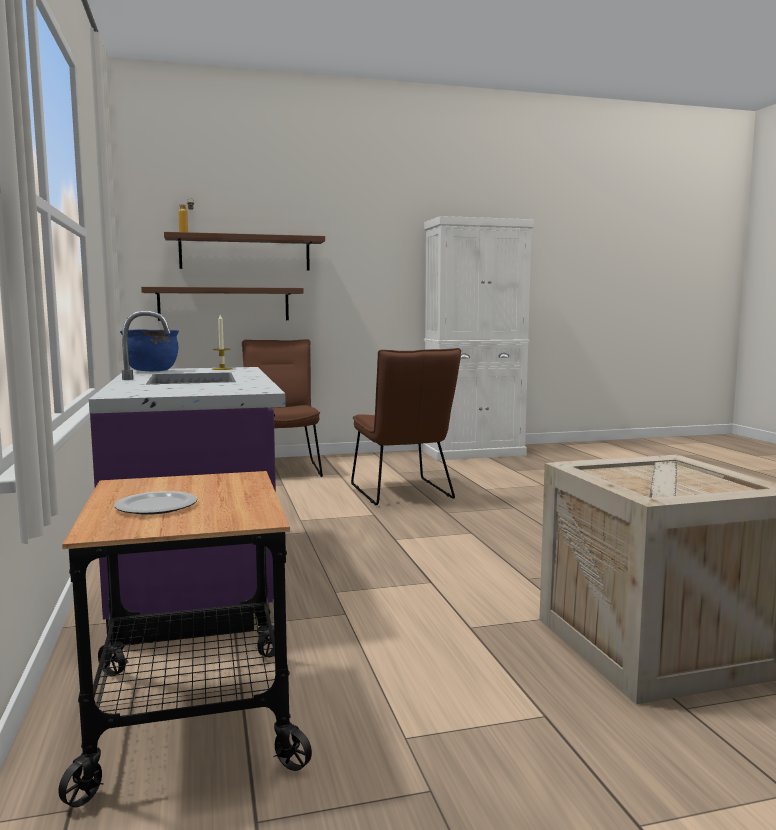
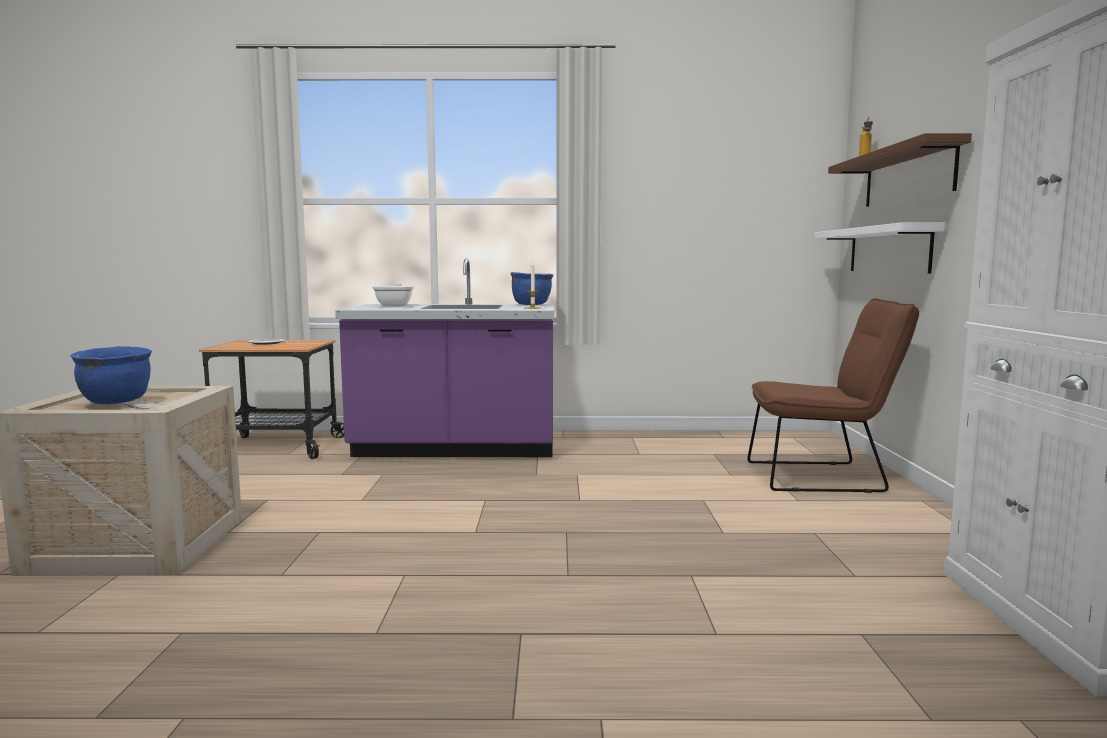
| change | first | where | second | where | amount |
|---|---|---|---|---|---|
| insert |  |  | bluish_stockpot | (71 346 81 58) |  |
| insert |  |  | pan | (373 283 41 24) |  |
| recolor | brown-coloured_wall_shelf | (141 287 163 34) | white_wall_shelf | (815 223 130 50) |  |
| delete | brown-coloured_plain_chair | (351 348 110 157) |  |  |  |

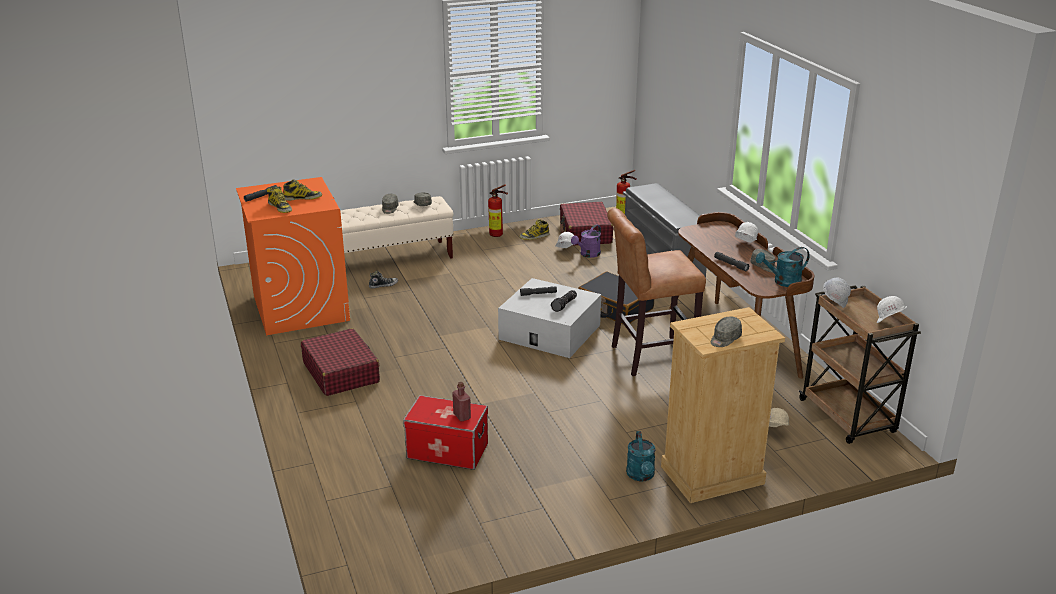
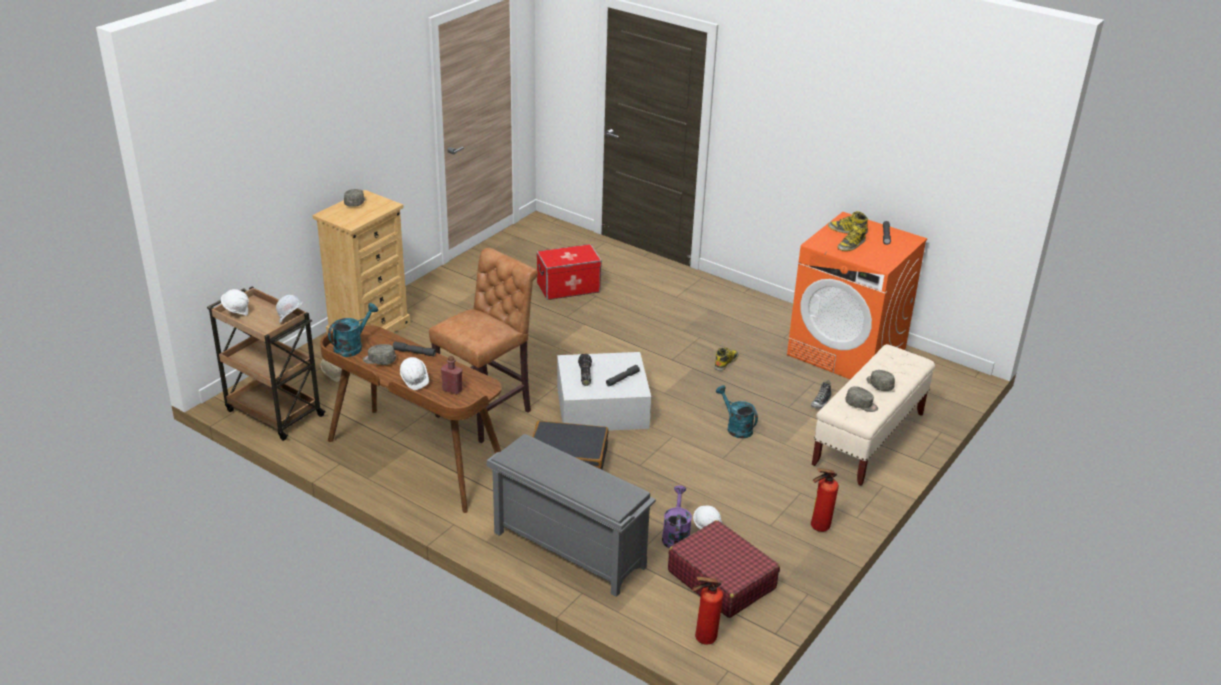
| change | first | where | second | where | amount |
|---|---|---|---|---|---|
| move | reddish_beverage_bottle | (452 382 19 40) |  | (441 356 21 39) |  |
| move | boot | (519 219 30 21) |  | (714 348 25 23) |  |
| move | turquoise-coloured_watering_pot | (626 431 30 50) |  | (716 385 42 54) |  |
| delete | reddish_piece_of_luggage | (301 328 79 68) |  |  |  |

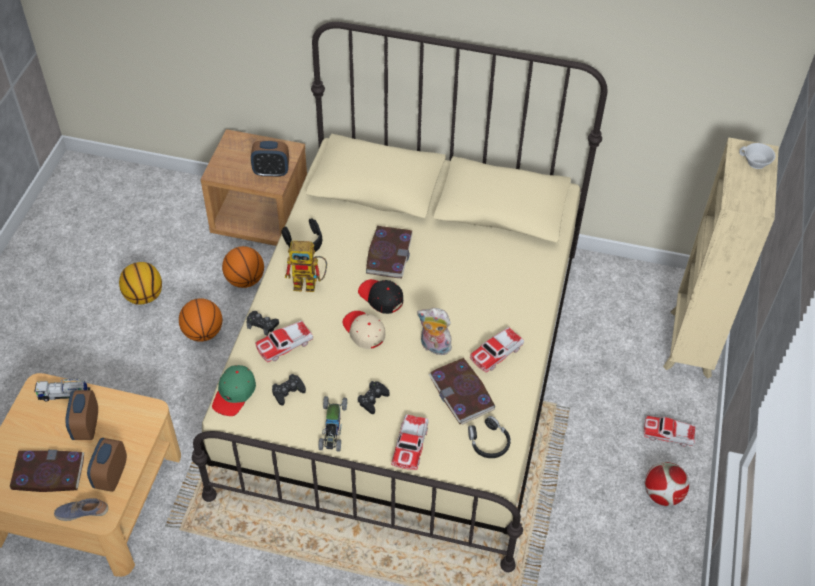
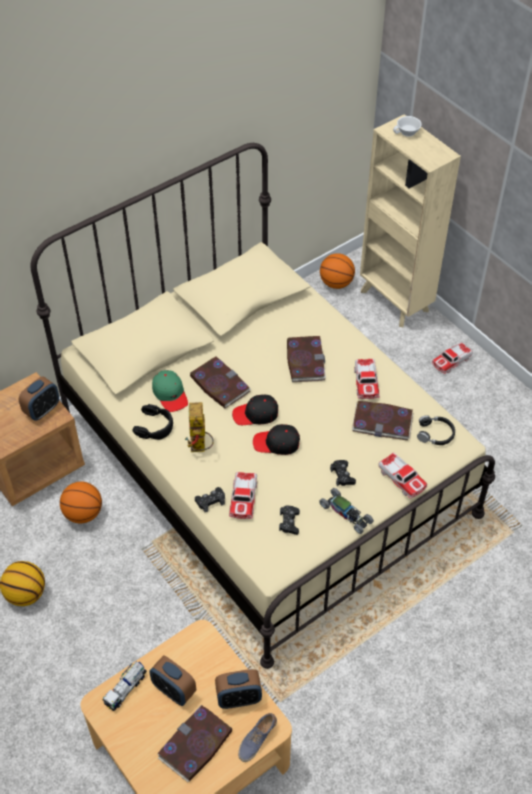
| change | first | where | second | where | amount |
|---|---|---|---|---|---|
| move | green_cap | (212 365 44 51) |  | (152 370 36 42) |  |
| rotate | robot_figure | (285 241 42 51) |  | (185 402 29 50) | 135 degrees clockwise |
| rotate | alarm_clock | (87 438 40 54) |  | (215 669 47 40) | 60 degrees counterclockwise |
| recolor | sand-coloured_cap | (343 311 42 38) | black-coloured_cap | (253 424 47 31) |  |
| insert |  |  | bound_book | (287 336 39 46) |  |
| move | basketball | (179 298 43 44) |  | (320 253 35 36) |  |
| delete | cuddly_toy | (417 308 35 47) |  |  |  |
| delete | ball_for_football | (645 462 44 44) |  |  |  |

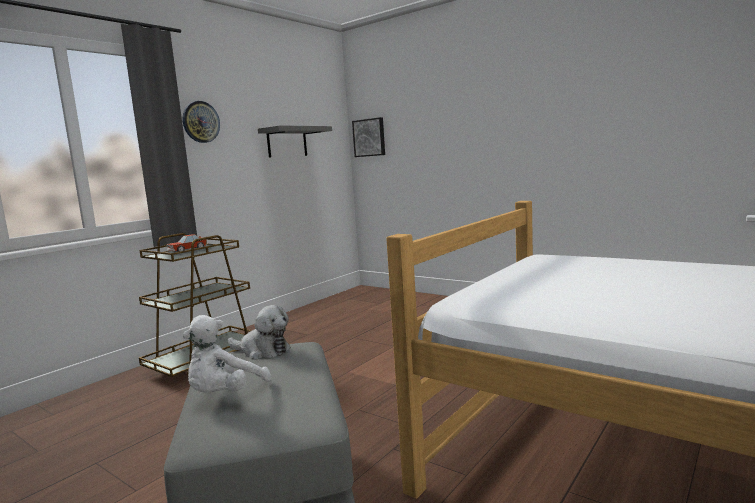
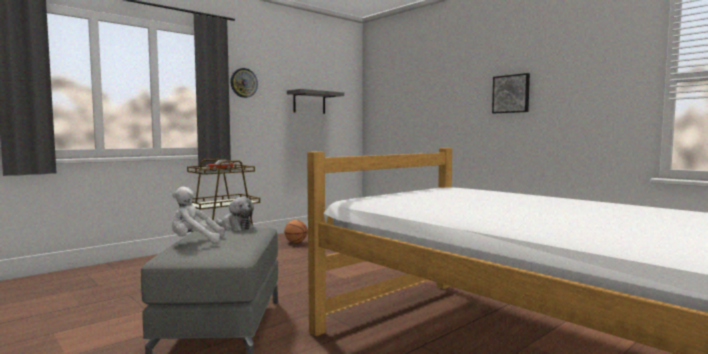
| change | first | where | second | where | amount |
|---|---|---|---|---|---|
| rotate | white_cuddly_toy | (183 315 88 78) |  | (172 187 53 56) | 45 degrees clockwise |
| insert |  |  | basketball | (284 220 24 23) |  |
| move | wall_art | (352 117 33 40) |  | (492 73 38 40) |  |

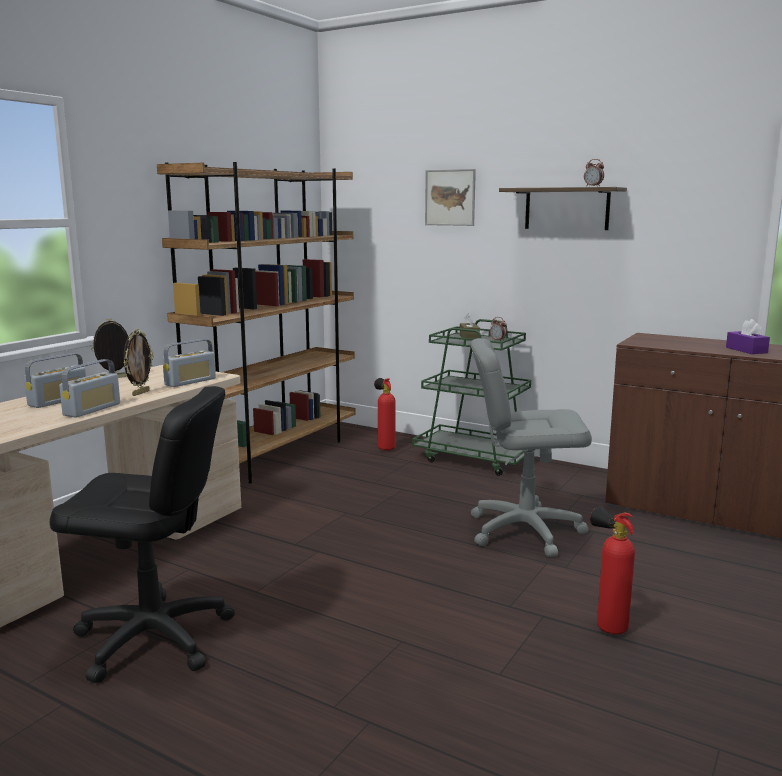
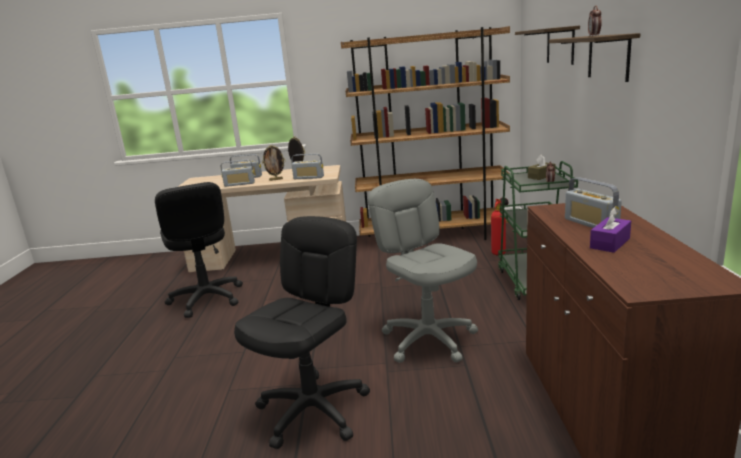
| change | first | where | second | where | amount |
|---|---|---|---|---|---|
| replace | fire-fighting_cylinder | (590 506 45 129) | black-coloured_desk_chair | (234 216 136 233) |  |
| replace | wall_art | (425 169 51 57) | wall_shelf | (515 25 65 40) |  |
| insert |  |  | radio | (565 177 57 51) |  |

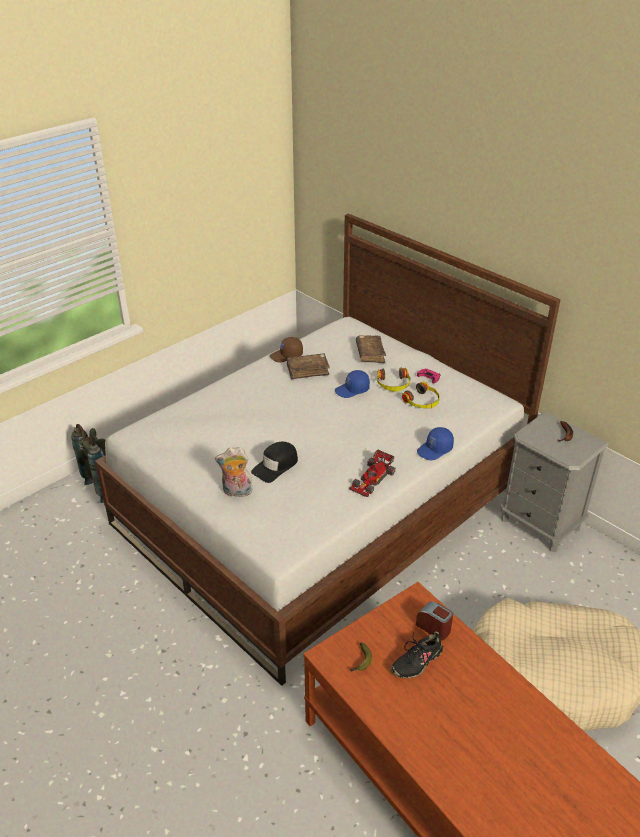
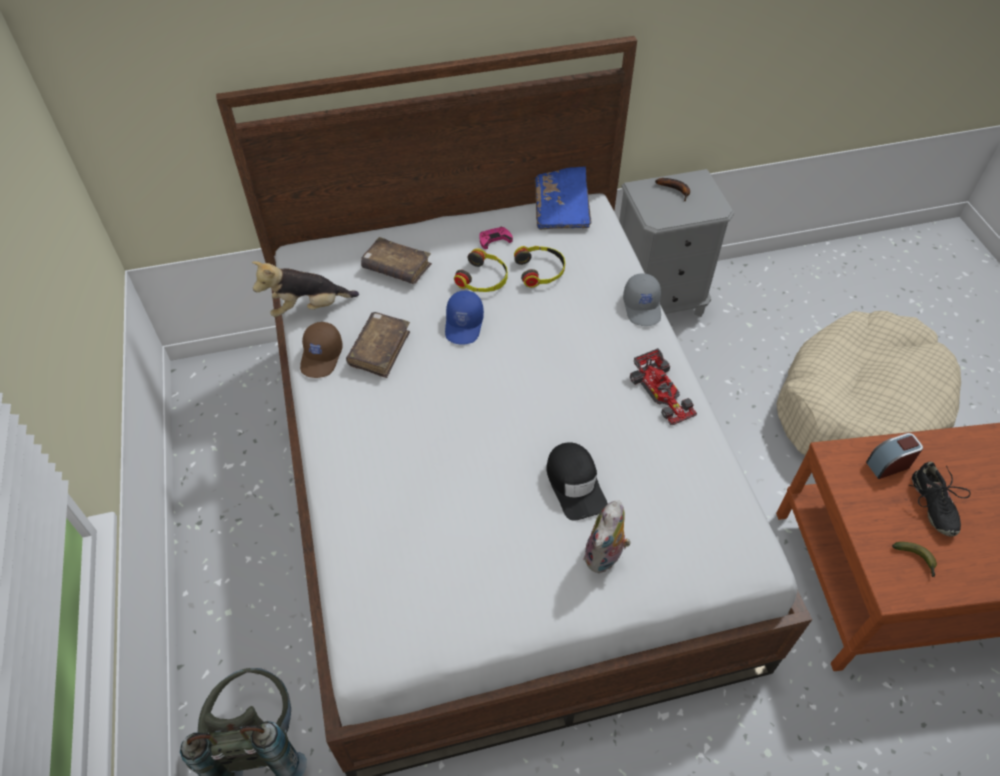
| change | first | where | second | where | amount |
|---|---|---|---|---|---|
| insert |  |  | cuddly_toy | (252 261 107 56) |  |
| insert |  |  | bluish_bound_book | (535 166 57 64) |  |
| recolor | bluish_cap | (417 427 37 33) | grey_cap | (623 273 38 53) |  |

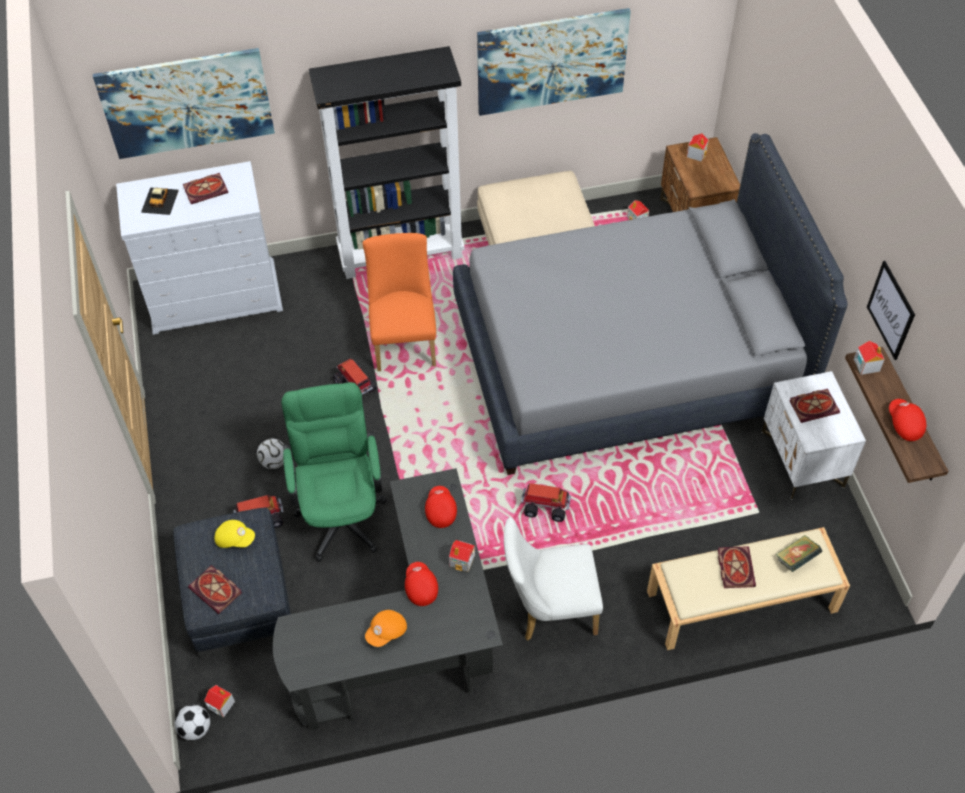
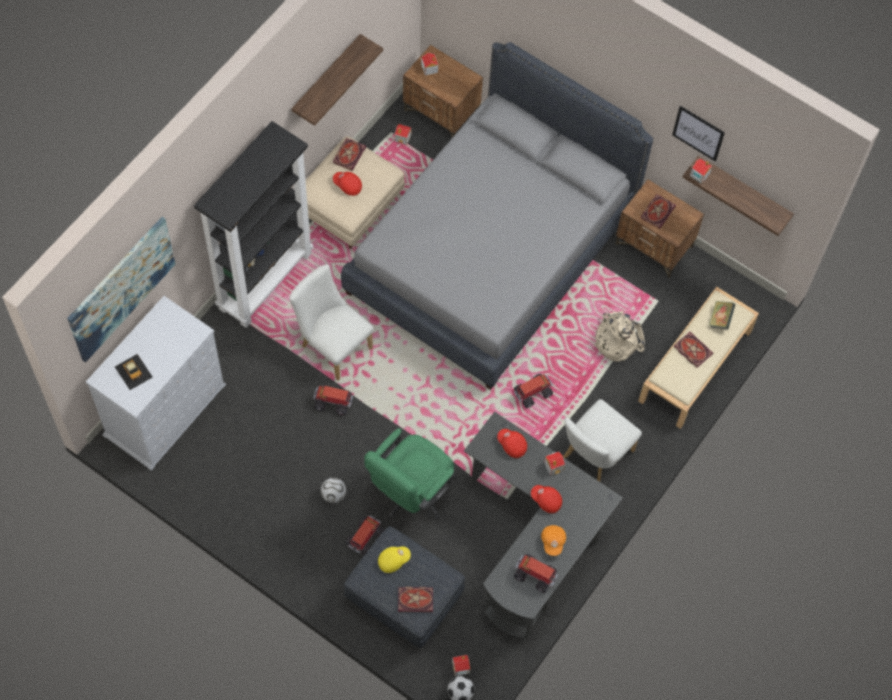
| change | first | where | second | where | amount |
|---|---|---|---|---|---|
| recolor | orangey_plain_chair | (363 233 73 138) | white_plain_chair | (289 264 85 117) |  |
| replace | wall_art | (477 8 154 108) | wall_shelf | (291 34 92 92) |  |
| move | bound_book | (183 173 45 31) |  | (333 138 33 33) |  |
| move | reddish_cap | (889 399 37 42) |  | (333 172 29 24) |  |
| rotate | green_desk_chair | (281 382 106 180) |  | (364 428 93 92) | 90 degrees counterclockwise |
| insert |  |  | model_truck | (514 554 44 39) |  |
| insert |  |  | sand-coloured_backpack | (593 311 52 51) |  |
| recolor | white_nightstand | (762 371 104 128) | brown-coloured_nightstand | (615 180 89 98) |  |

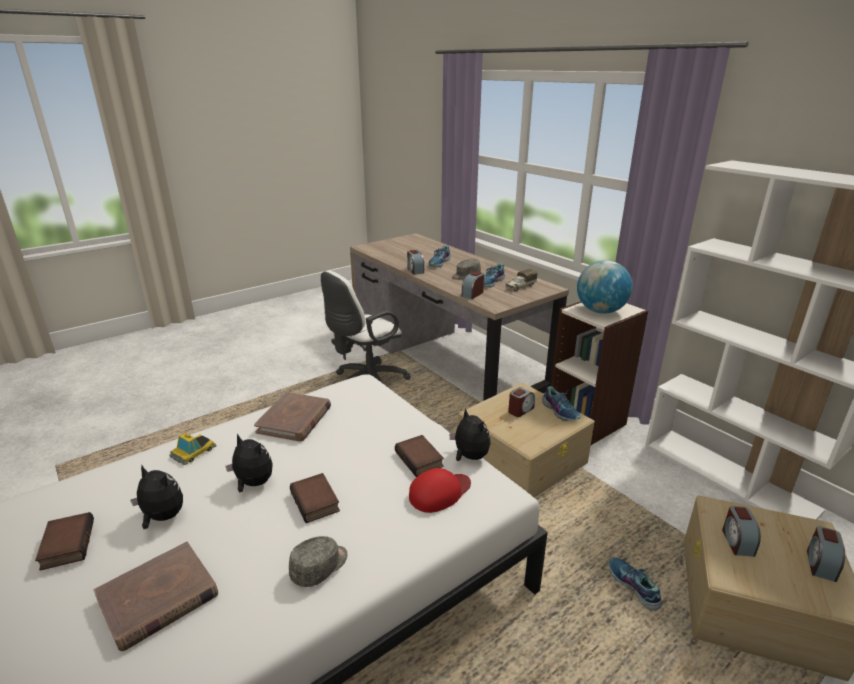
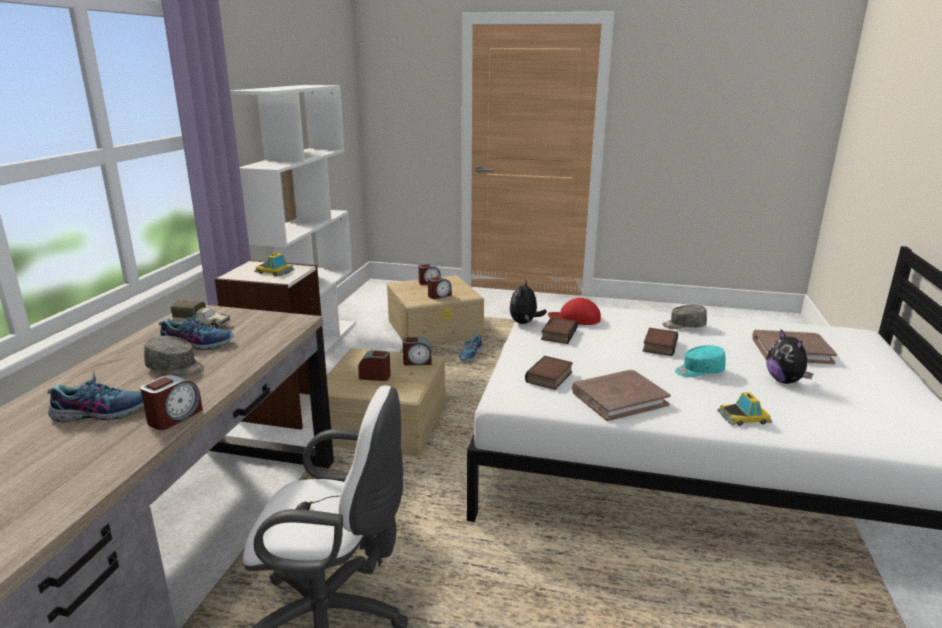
| change | first | where | second | where | amount |
|---|---|---|---|---|---|
| replace | desk_globe | (577 260 56 54) | miniature_car | (254 252 41 24) |  |
| move | alarm_clock | (462 271 22 28) |  | (403 337 29 28) |  |
| move | bound_book | (35 512 59 59) |  | (525 356 48 34) |  |
| replace | cuddly_toy | (226 434 47 59) | turquoise-coloured_cap | (675 345 51 32) |  |
| delete | shoe | (542 386 39 35) |  |  |  |

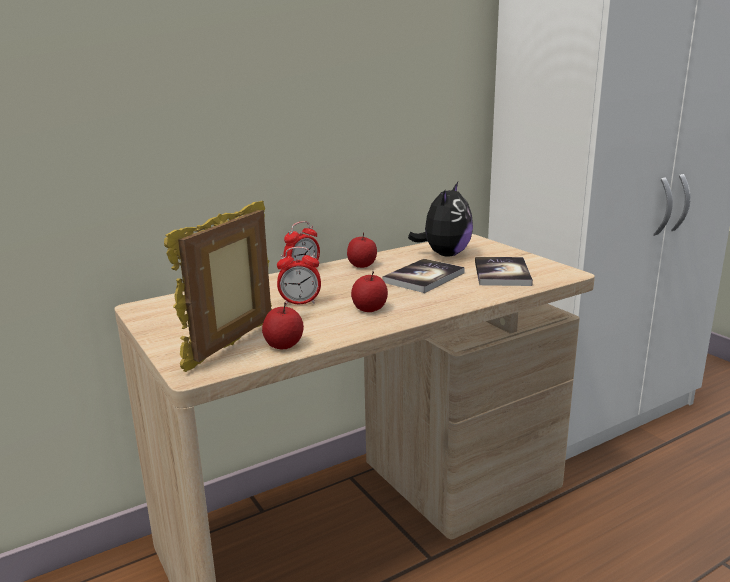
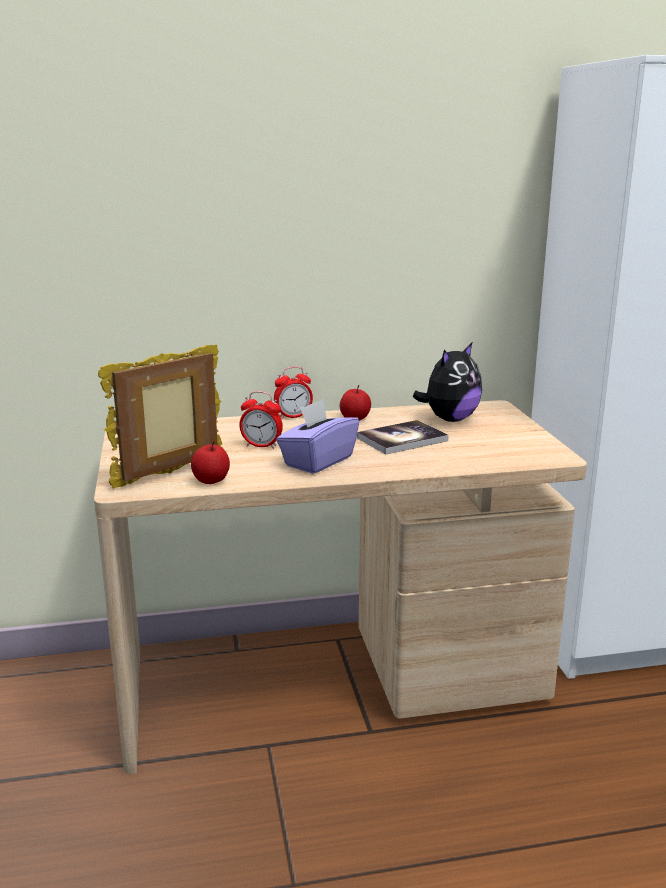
| change | first | where | second | where | amount |
|---|---|---|---|---|---|
| replace | apple_fruit | (351 271 37 41) | purplish_tissue_box | (276 400 83 74) |  |
| delete | bound_book | (475 257 58 29) |  |  |  |

